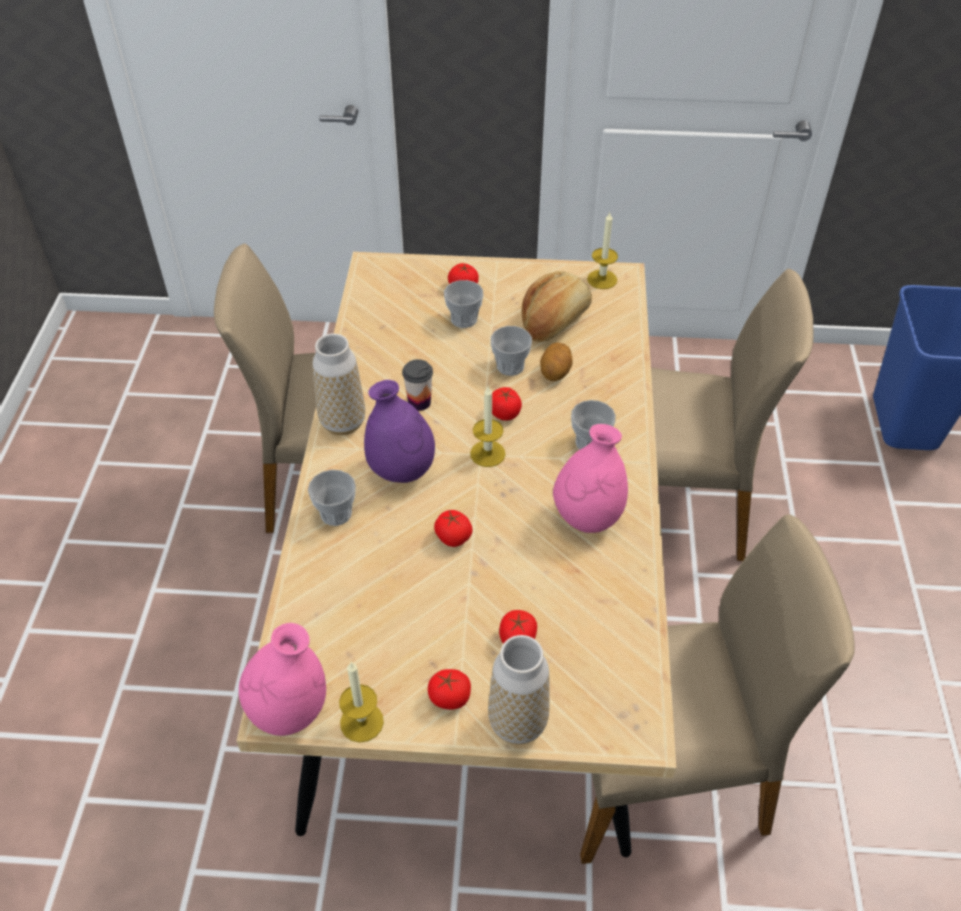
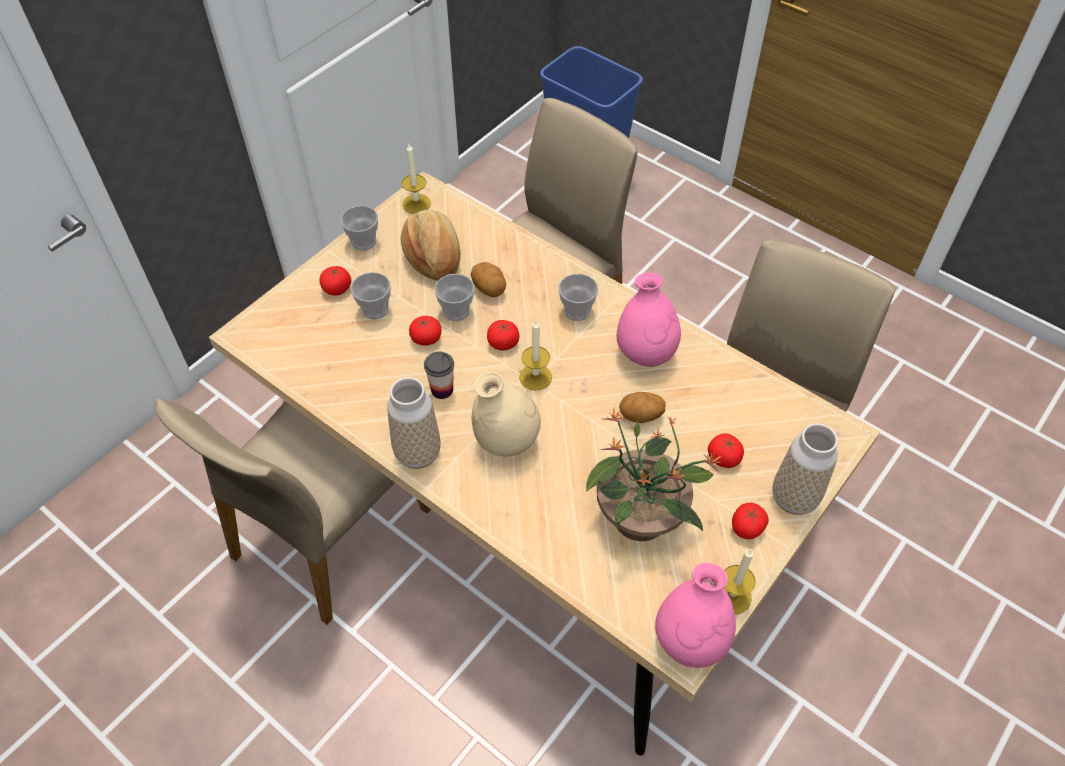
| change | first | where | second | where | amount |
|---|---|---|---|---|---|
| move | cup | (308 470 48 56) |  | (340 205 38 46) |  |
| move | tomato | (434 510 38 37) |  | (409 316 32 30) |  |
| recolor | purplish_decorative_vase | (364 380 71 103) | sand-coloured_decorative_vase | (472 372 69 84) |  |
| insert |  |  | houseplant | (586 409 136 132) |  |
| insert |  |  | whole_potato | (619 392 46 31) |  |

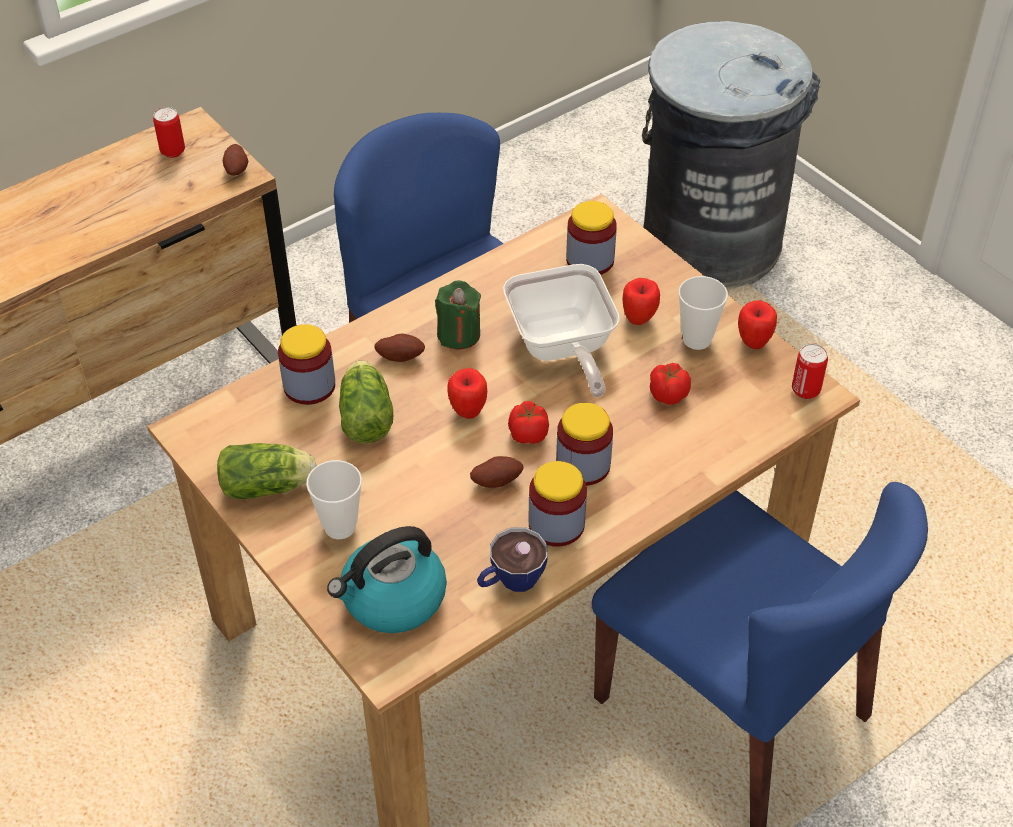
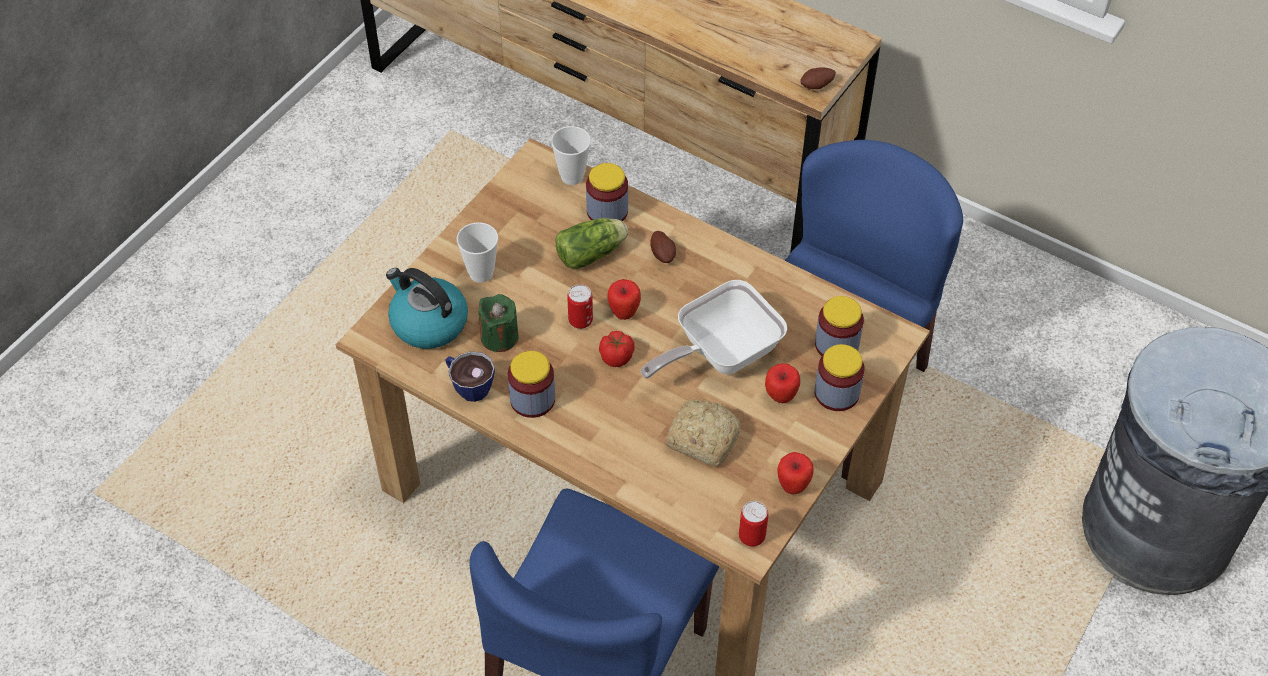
| change | first | where | second | where | amount |
|---|---|---|---|---|---|
| move | green_candle | (435 280 46 69) |  | (478 294 41 58) |  |
| move | cup | (678 276 50 74) |  | (551 126 40 59) |  |
| move | metal_can | (153 107 32 51) |  | (567 284 26 45) |  |
| replace | tomato | (650 363 41 42) | bakery_bread | (665 399 76 68) |  |
| move | storage_jar | (556 403 57 83) |  | (815 344 50 67) |  |
| delete | lettuce | (217 443 100 56) |  |  |  |
| delete | whole_potato | (470 456 53 32) |  |  |  |

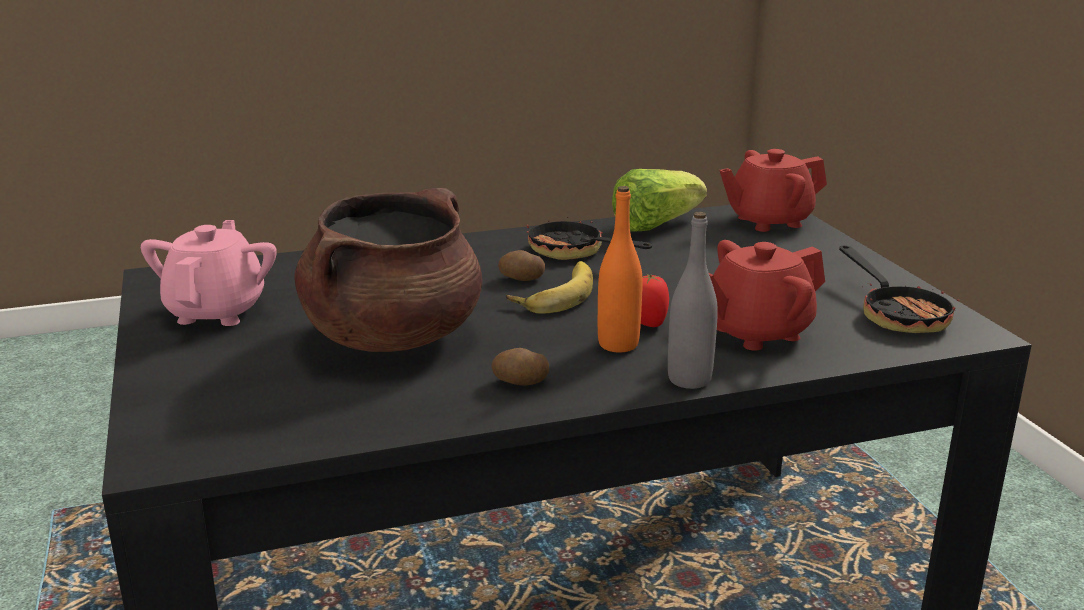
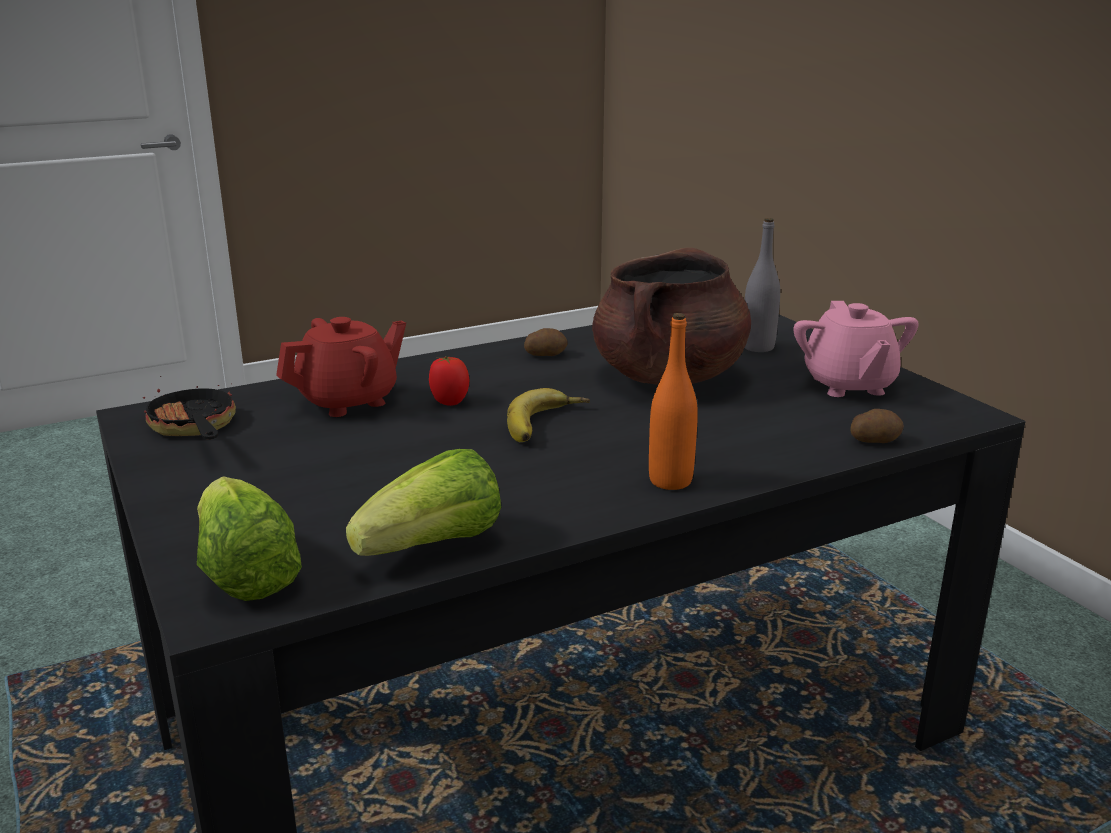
| change | first | where | second | where | amount |
|---|---|---|---|---|---|
| replace | reddish_teapot | (720 149 107 83) | lettuce | (197 477 105 124) |  |
| move | orangey_beverage_bottle | (598 186 45 167) |  | (649 313 49 177) |  |
| move | grey_beverage_bottle | (668 212 50 177) |  | (745 218 35 134) |  |
| move | whole_potato | (498 250 47 31) |  | (850 409 54 34) |  |
| delete | pan | (527 211 125 49) |  |  |  |

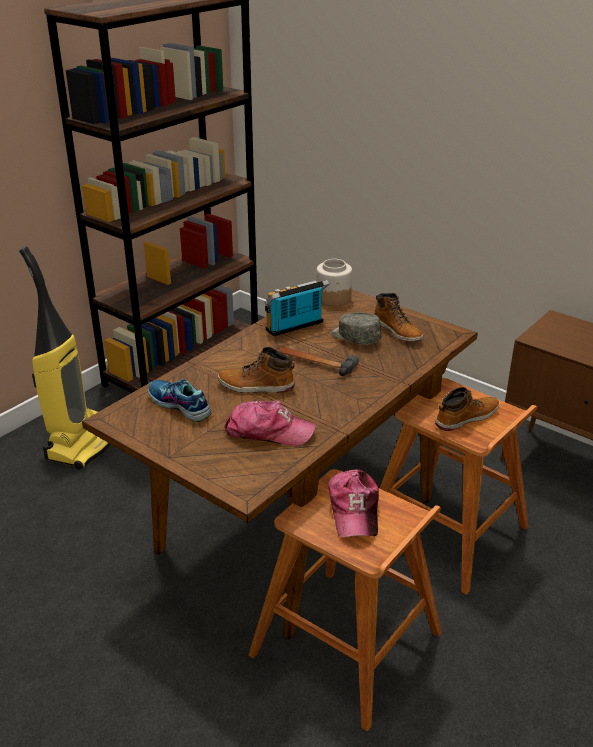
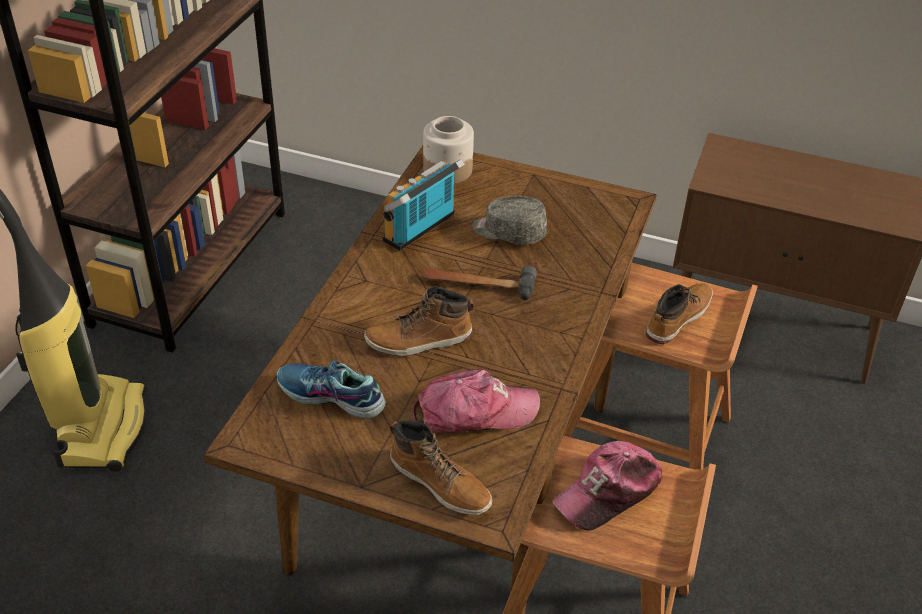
| change | first | where | second | where | amount |
|---|---|---|---|---|---|
| move | boot | (374 293 50 49) |  | (390 421 102 94) |  |
| rotate | cap | (328 470 51 67) |  | (552 441 111 90) | 75 degrees clockwise |

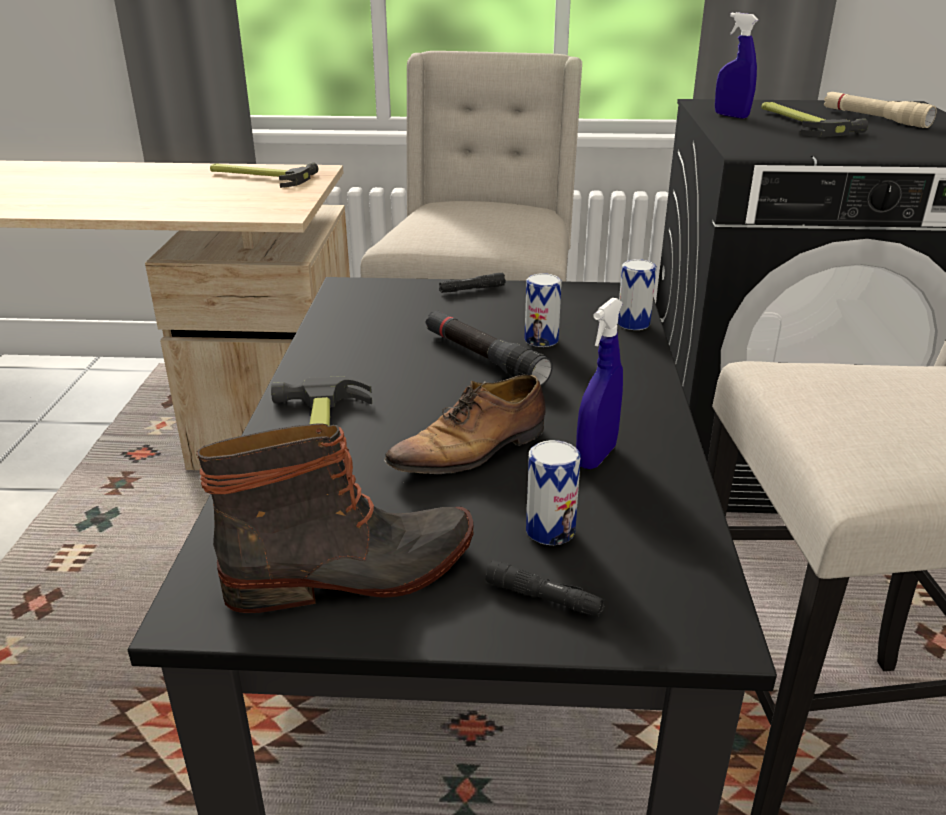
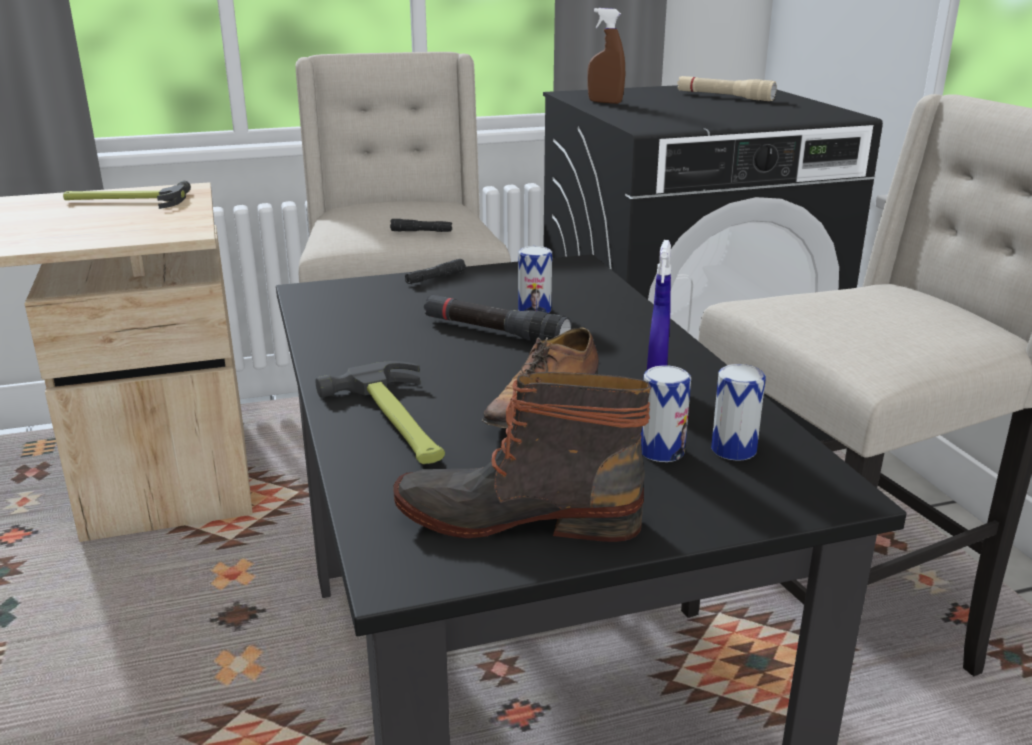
| change | first | where | second | where | amount |
|---|---|---|---|---|---|
| move | black-coloured_flashlight | (485 560 120 57) |  | (390 219 62 13) |  |
| rotate | boot | (197 423 277 190) |  | (394 372 257 170) | 135 degrees counterclockwise |
| recolor | bluish_spray_bottle | (715 12 43 107) | brown-coloured_spray_bottle | (588 8 37 96) |  |
| move | metal_can | (618 259 39 71) |  | (711 364 55 97) |  |
| delete | hammer | (761 102 108 35) |  |  |  |

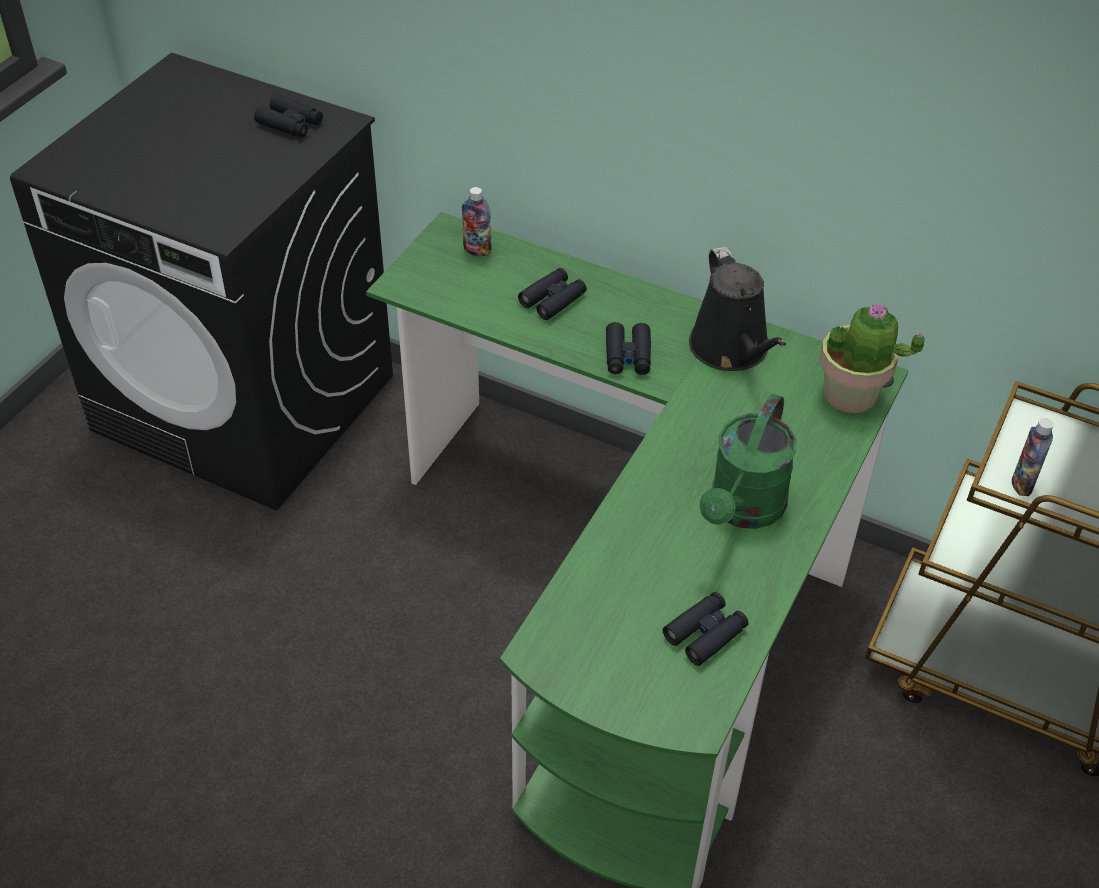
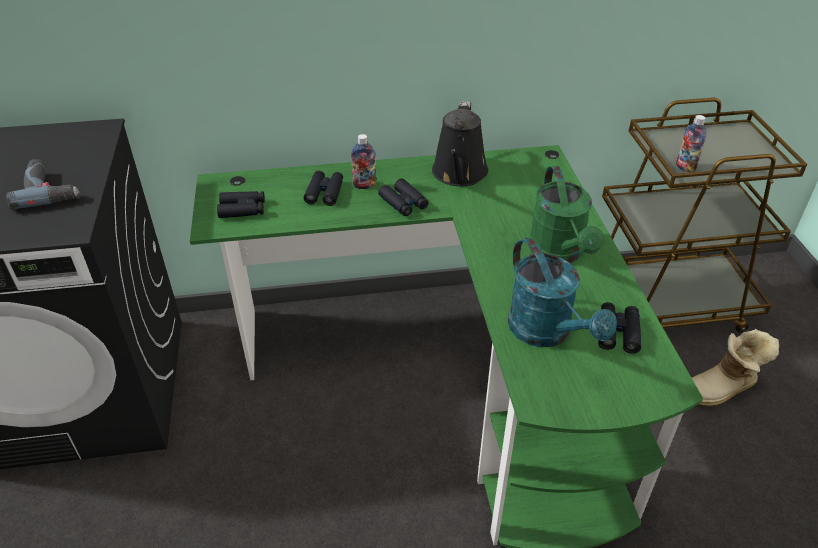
| change | first | where | second | where | amount |
|---|---|---|---|---|---|
| insert |  |  | drill | (7 159 72 50) |  |
| move | black-coloured_field_glasses | (254 94 69 44) |  | (217 191 48 27) |  |
| move | beverage_bottle | (462 187 29 70) |  | (351 134 26 55) |  |
| rotate | black-coloured_watering_pot | (689 246 97 125) |  | (432 101 56 85) | 60 degrees clockwise |
| insert |  |  | turquoise-coloured_watering_pot | (508 238 109 109) |  |
| insert |  |  | boot | (692 329 87 77) |  |
| delete | houseplant | (820 302 105 111) |  |  |  |

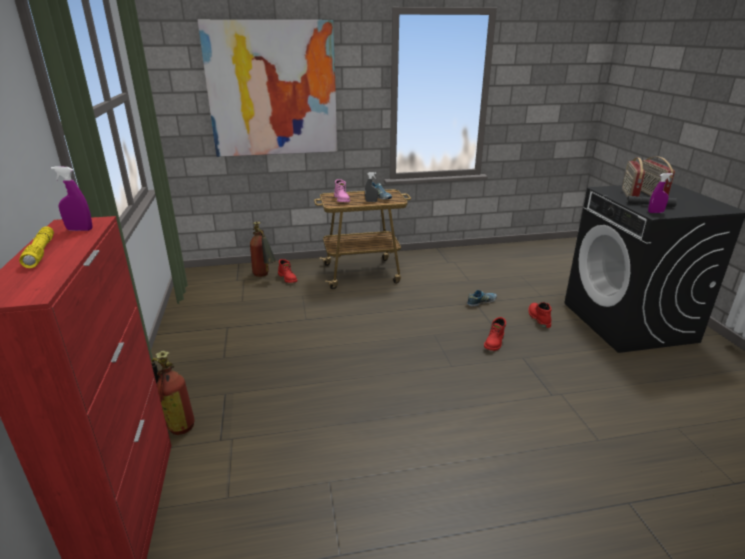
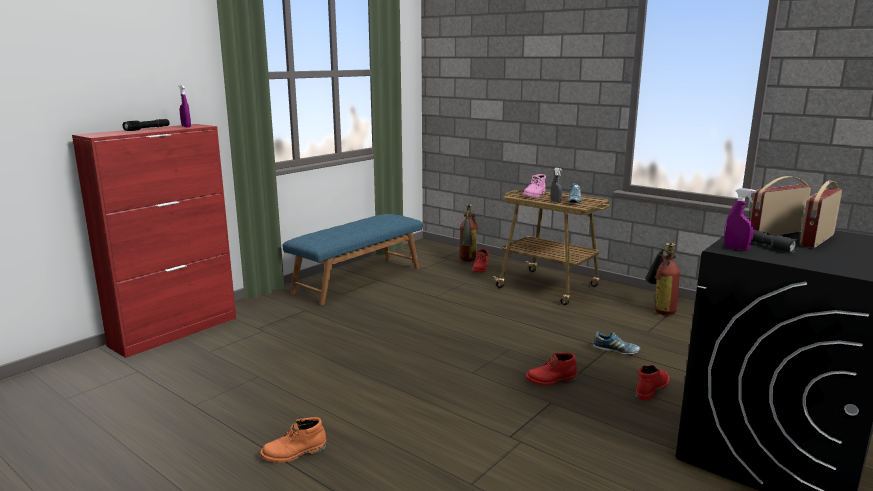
| change | first | where | second | where | amount |
|---|---|---|---|---|---|
| recolor | yellow-coloured_flashlight | (19 227 35 41) | black-coloured_flashlight | (123 119 47 12) |  |
| insert |  |  | orangey_boot | (260 417 67 46) |  |
| insert |  |  | bluish_indoor_bench | (283 214 140 91) |  |
| move | fire-fighting_cylinder | (151 351 44 84) |  | (645 243 35 73) |  |
| delete | wall_art | (198 20 139 137) |  |  |  |

